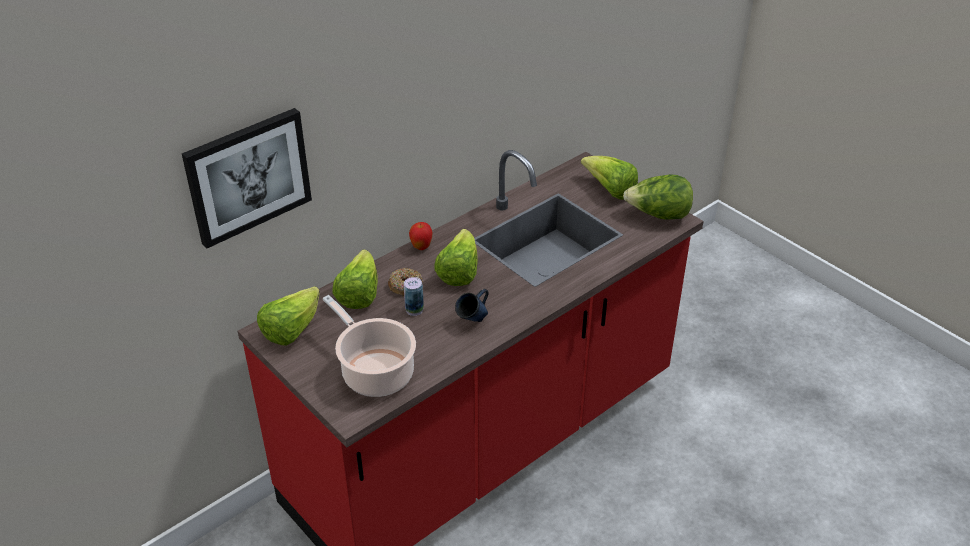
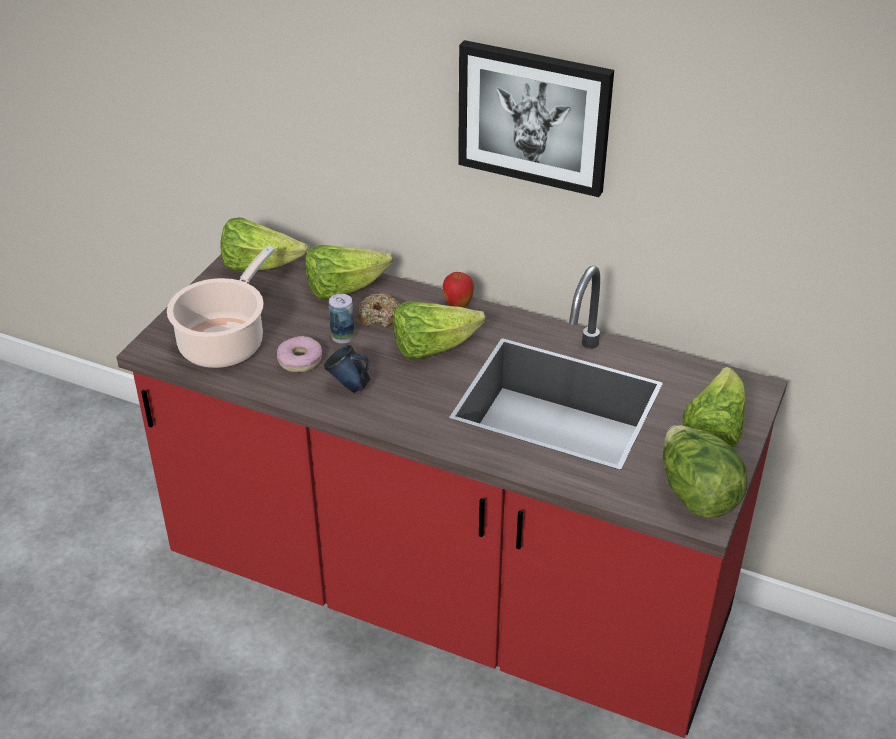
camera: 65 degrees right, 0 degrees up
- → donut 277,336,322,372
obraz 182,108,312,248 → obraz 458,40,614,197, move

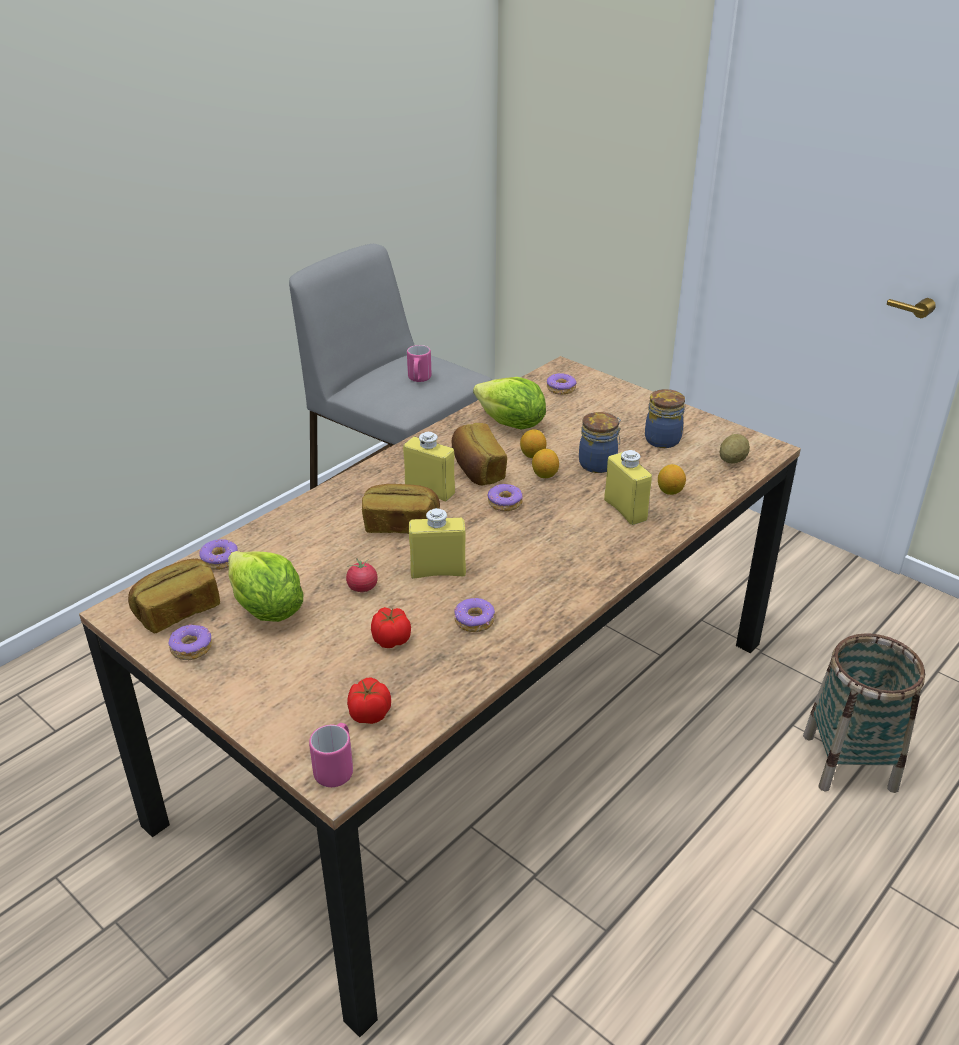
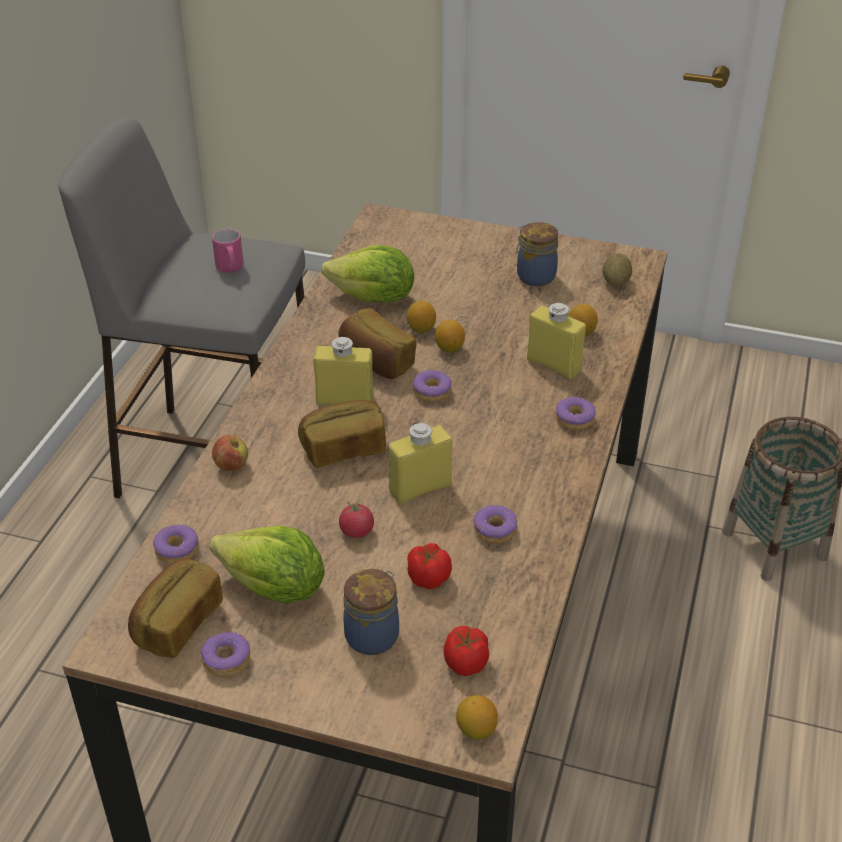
camera: 25 degrees left, 5 degrees up
- → jabłko 212,435,248,471
słoik 579,412,621,473 → słoik 343,569,399,655, move
kubek (różowy) 309,723,353,787 → cytryna 456,695,498,740
donut 547,373,577,395 → donut 556,397,596,430, move

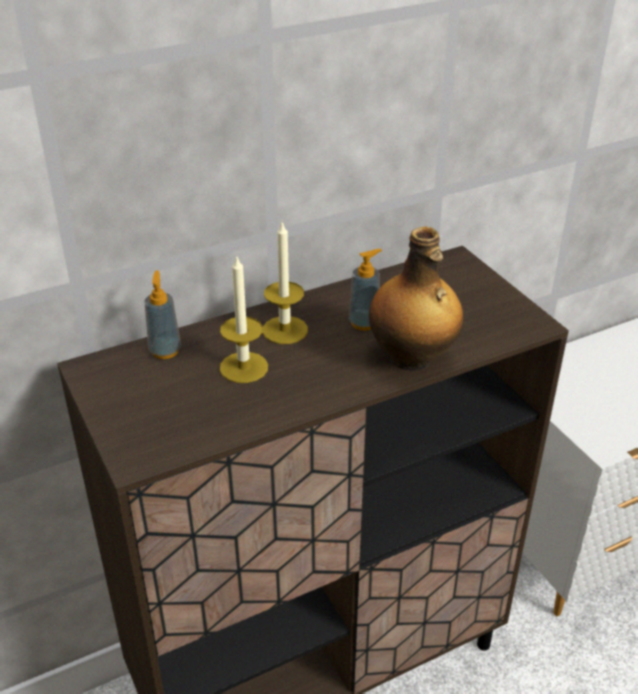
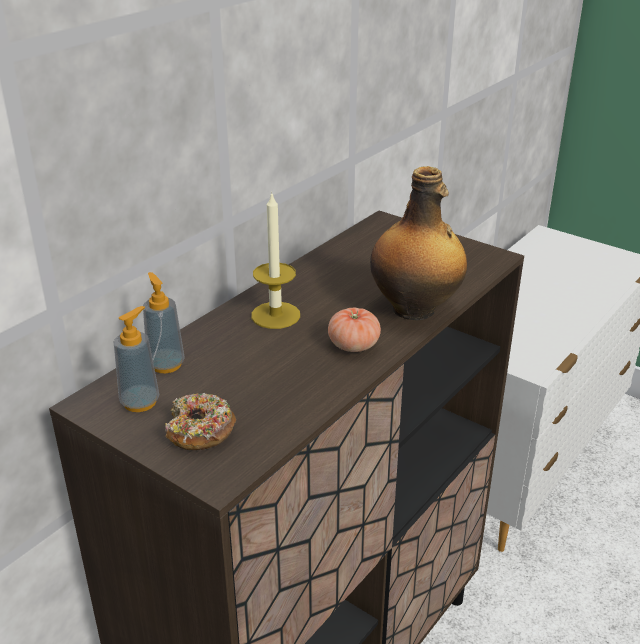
camera: 25 degrees left, 5 degrees down
dozownik mydła 349,249,382,331 → dozownik mydła 114,306,159,412, move
- → donut 165,393,236,450
- → pomidor 328,308,381,352
świeca 220,257,268,383 → -

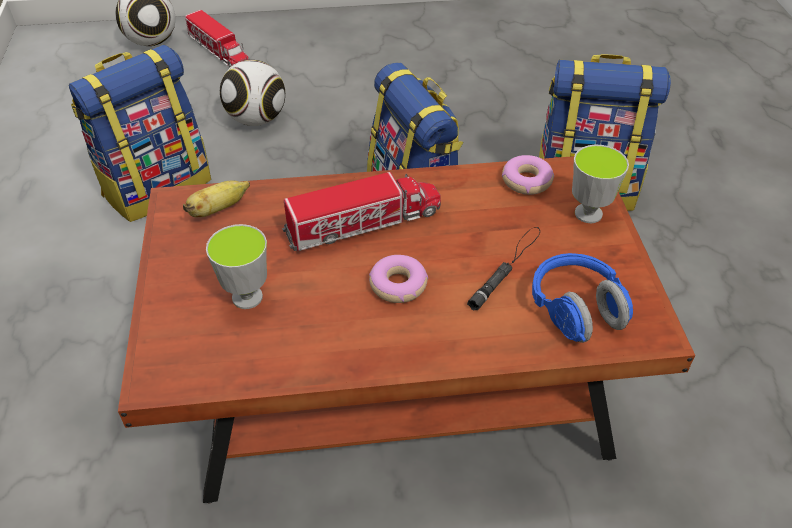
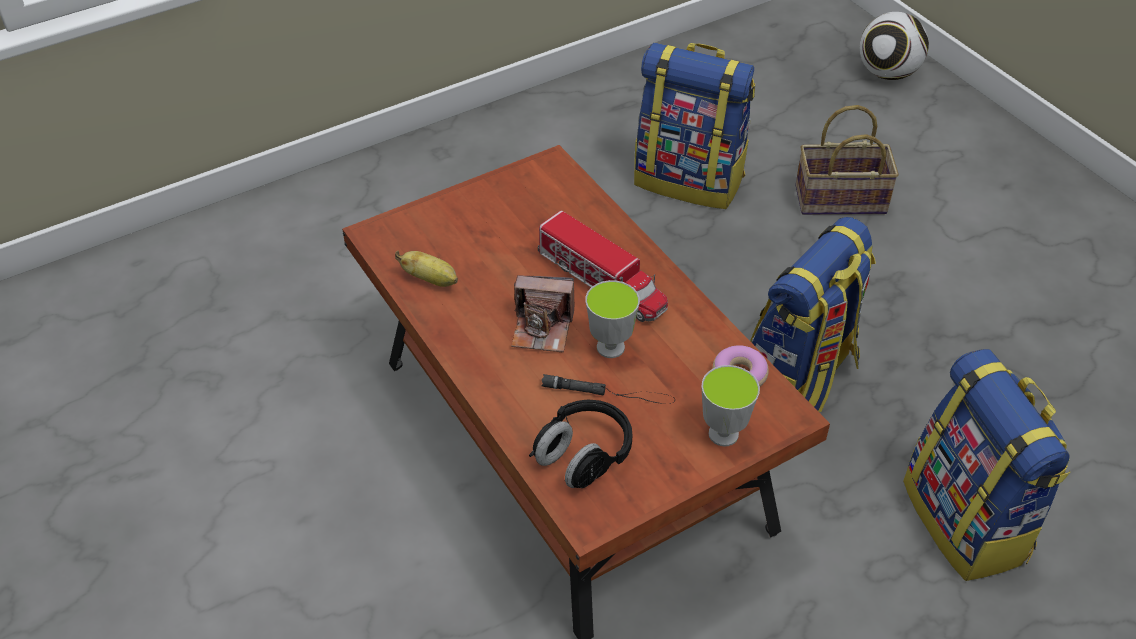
camera: 65 degrees right, 0 degrees up
banan 183,180,250,217 → banan 395,251,458,287, move
donut 369,255,428,303 → aparat fotograficzny 511,275,575,352
słuchawki (niebieski) 532,253,633,343 → słuchawki (czarny) 529,399,632,488
filiżanka 206,224,267,309 → filiżanka 585,280,640,358, move
piłka futbolowa 220,60,285,126 → koszyk 795,105,899,215
ciężarówka zabawkowa 185,10,249,67 → -

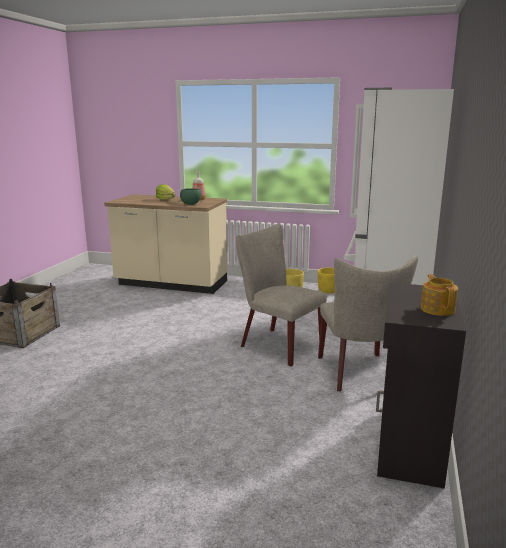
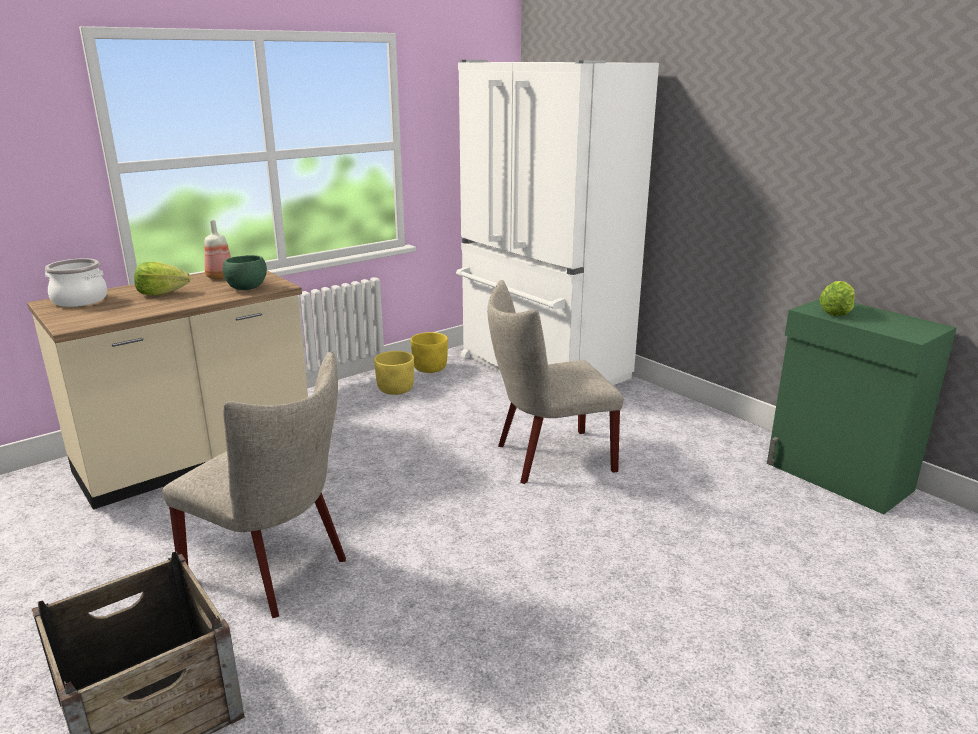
camera: 55 degrees left, 5 degrees up
- → garnek 45,258,107,307
krzesło (beżowy) 318,255,418,392 → krzesło (beżowy) 162,352,346,618, move
szafka (czarny) 376,282,466,489 → szafka (zielony) 767,299,957,515
- → sałata 819,281,855,316
imbryk 420,274,458,316 → -

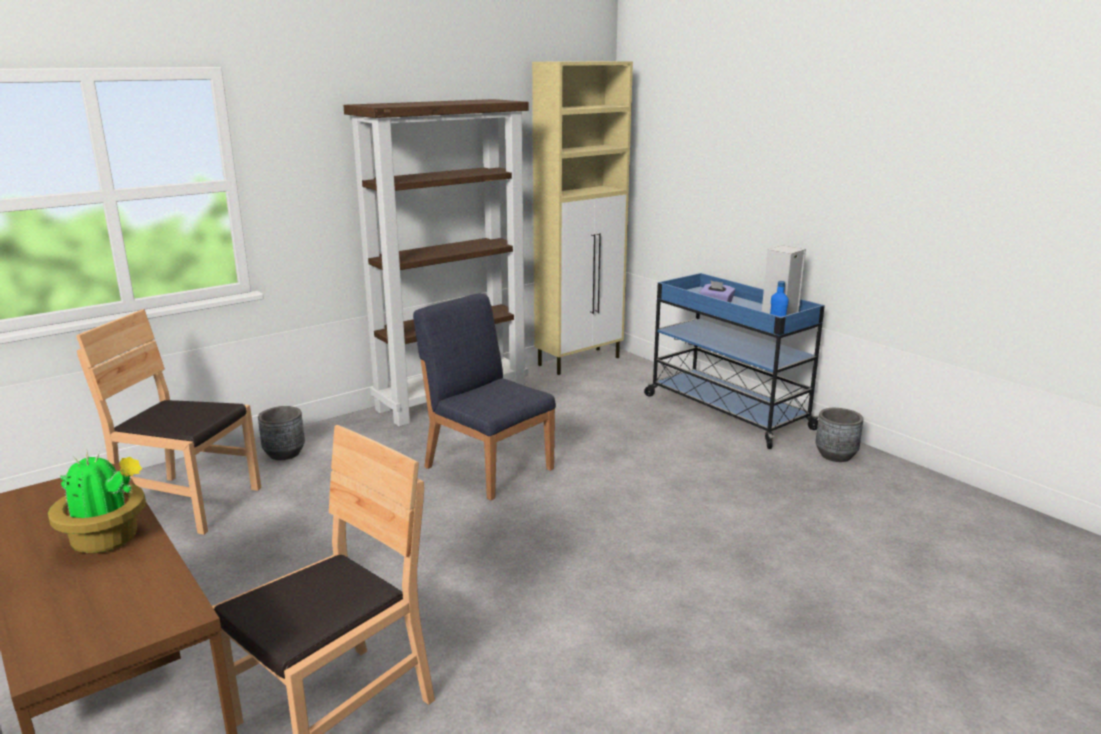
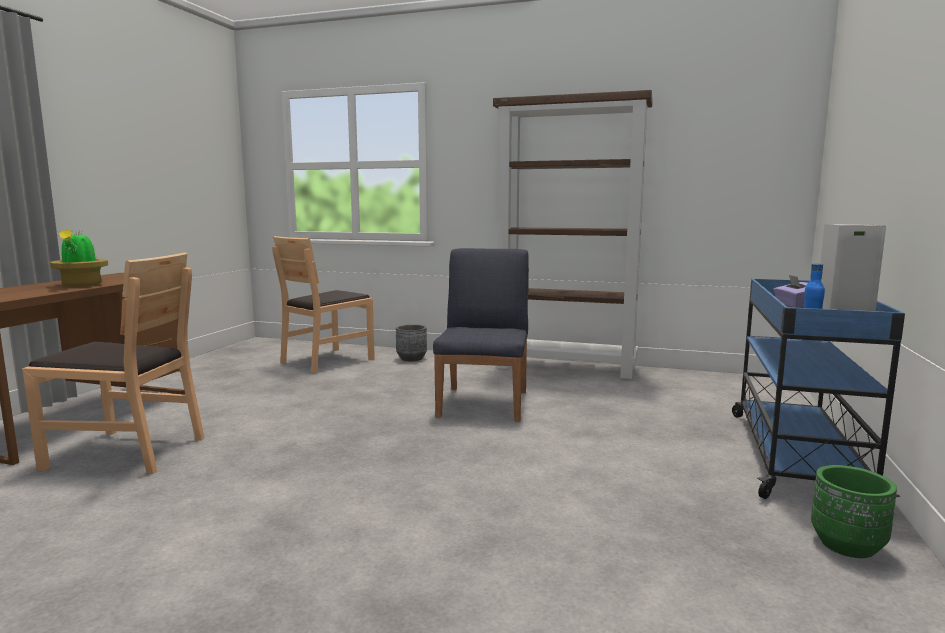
camera: 55 degrees right, 10 degrees down
krzesło (brązowy) 76,309,261,535 → krzesło (brązowy) 272,236,375,373, 120 degrees counterclockwise
donica (szary) 816,408,863,462 → donica (zielony) 811,465,897,558
szafka (beżowy) 532,61,633,375 → -

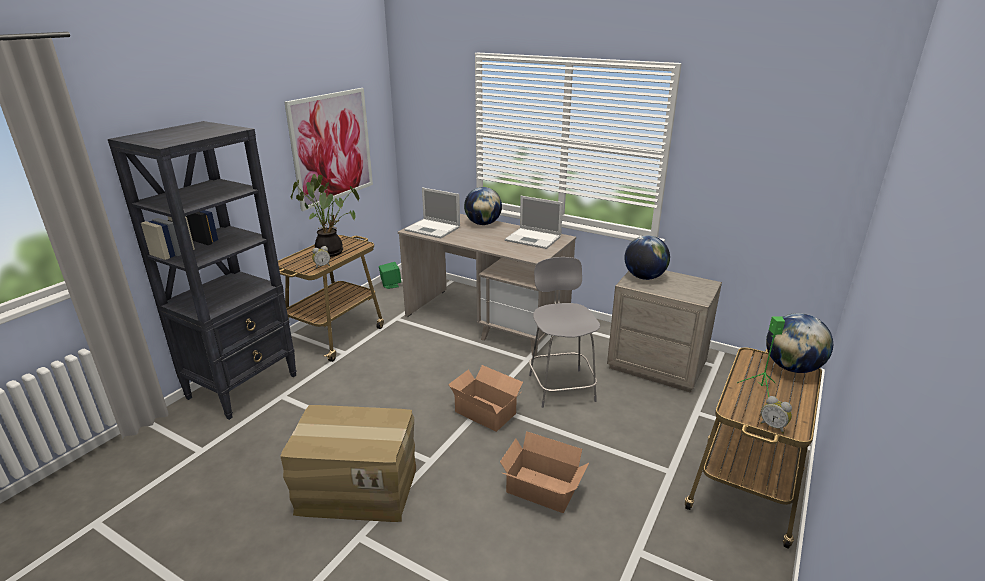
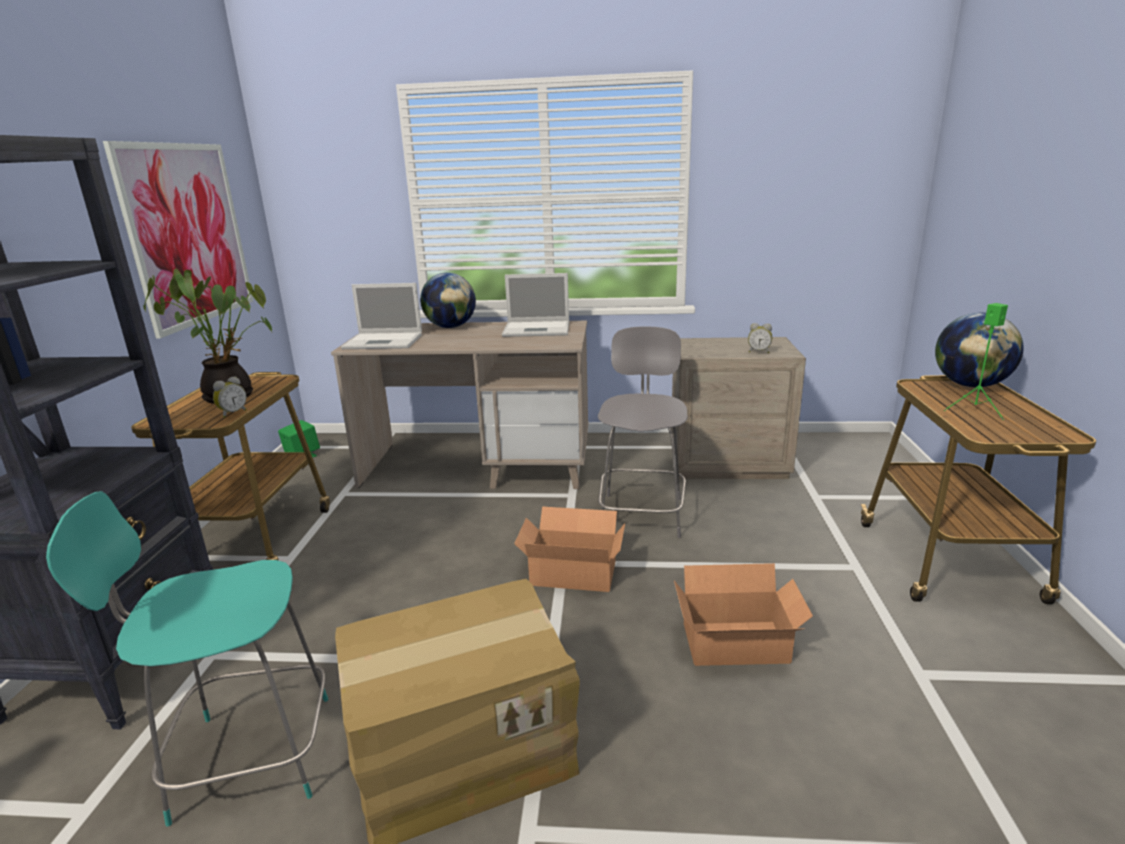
camera: 25 degrees left, 5 degrees down
- → krzesło (turkusowy) 46,491,328,826
krzesło (szary) 529,257,600,408 → krzesło (szary) 598,327,688,538, 45 degrees clockwise
budzik 760,396,792,433 → budzik 748,323,772,353, move
globus 624,235,670,280 → -

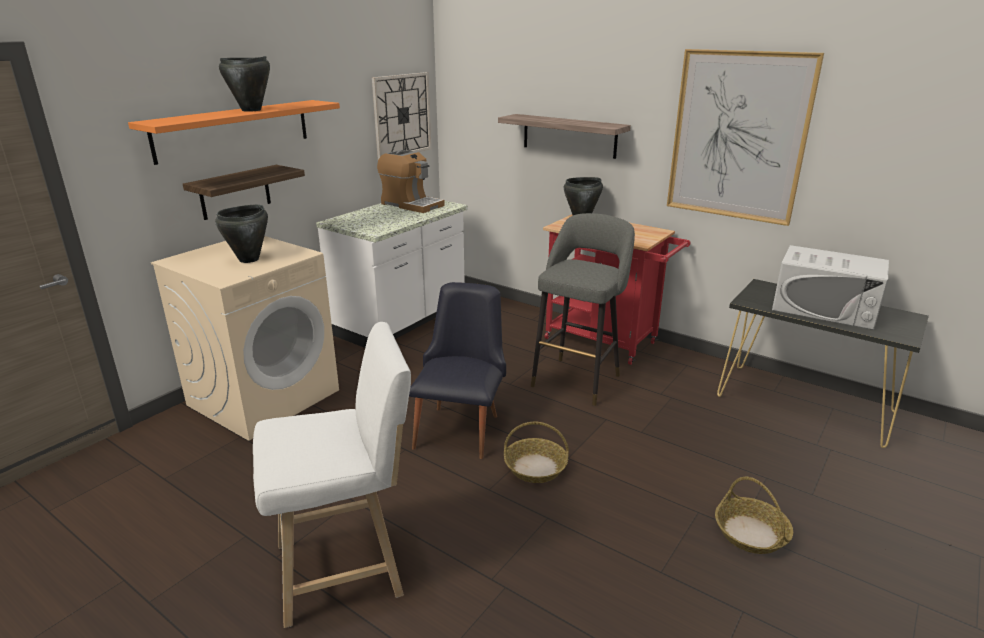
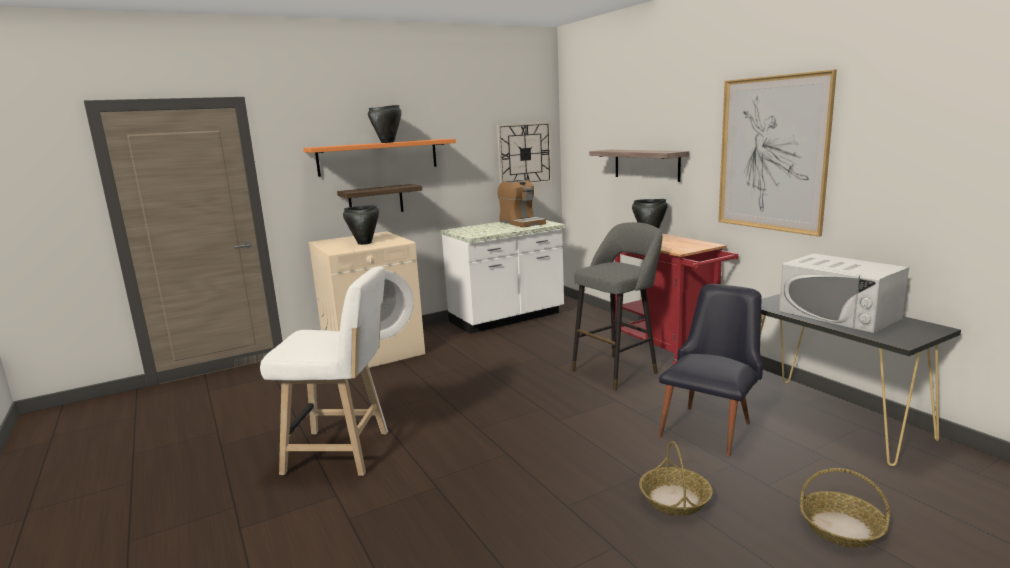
camera: 25 degrees right, 10 degrees down
krzesło (czarny) 409,282,506,459 → krzesło (czarny) 659,284,763,457, move
koszyk 504,422,569,483 → koszyk 800,468,890,547, move

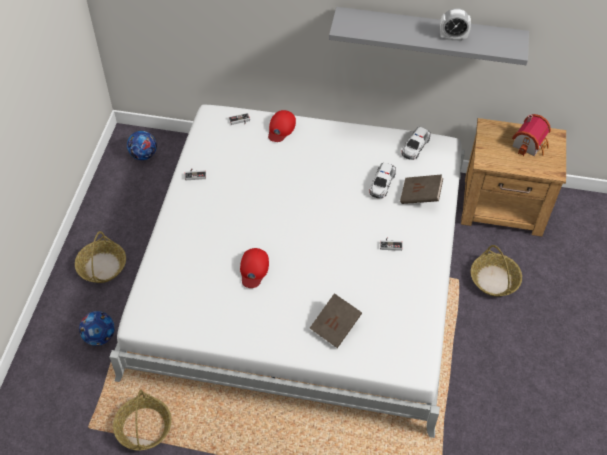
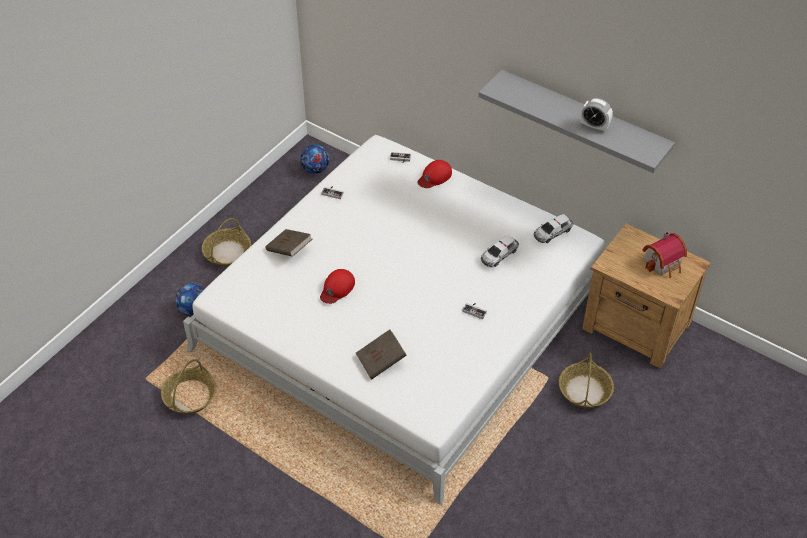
camera: 25 degrees right, 5 degrees down
książka (brązowy) 400,174,443,204 → książka (brązowy) 265,229,312,257, move

